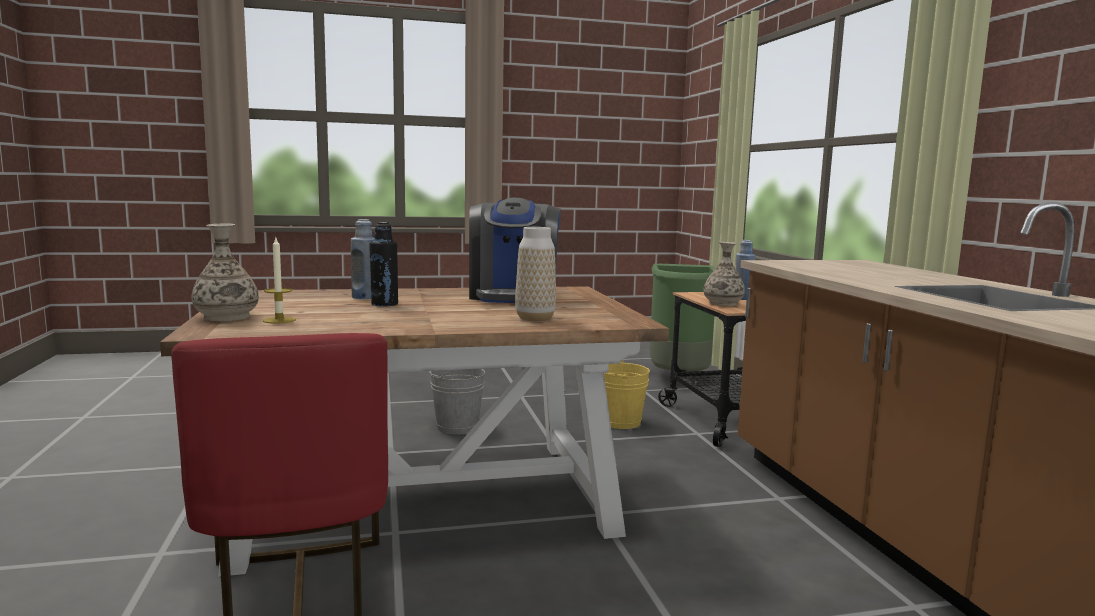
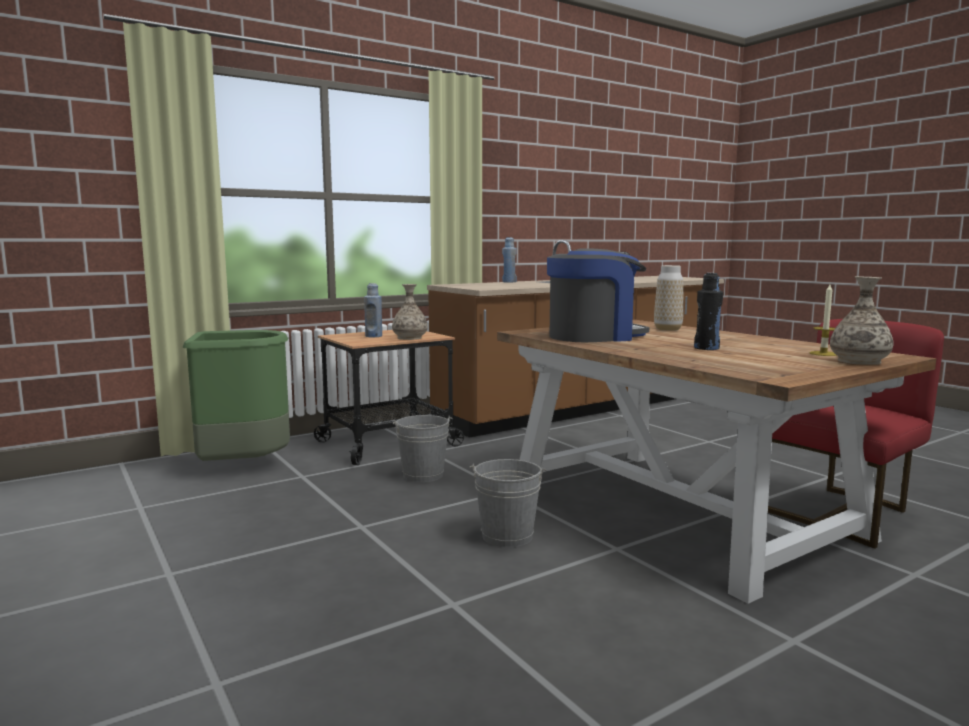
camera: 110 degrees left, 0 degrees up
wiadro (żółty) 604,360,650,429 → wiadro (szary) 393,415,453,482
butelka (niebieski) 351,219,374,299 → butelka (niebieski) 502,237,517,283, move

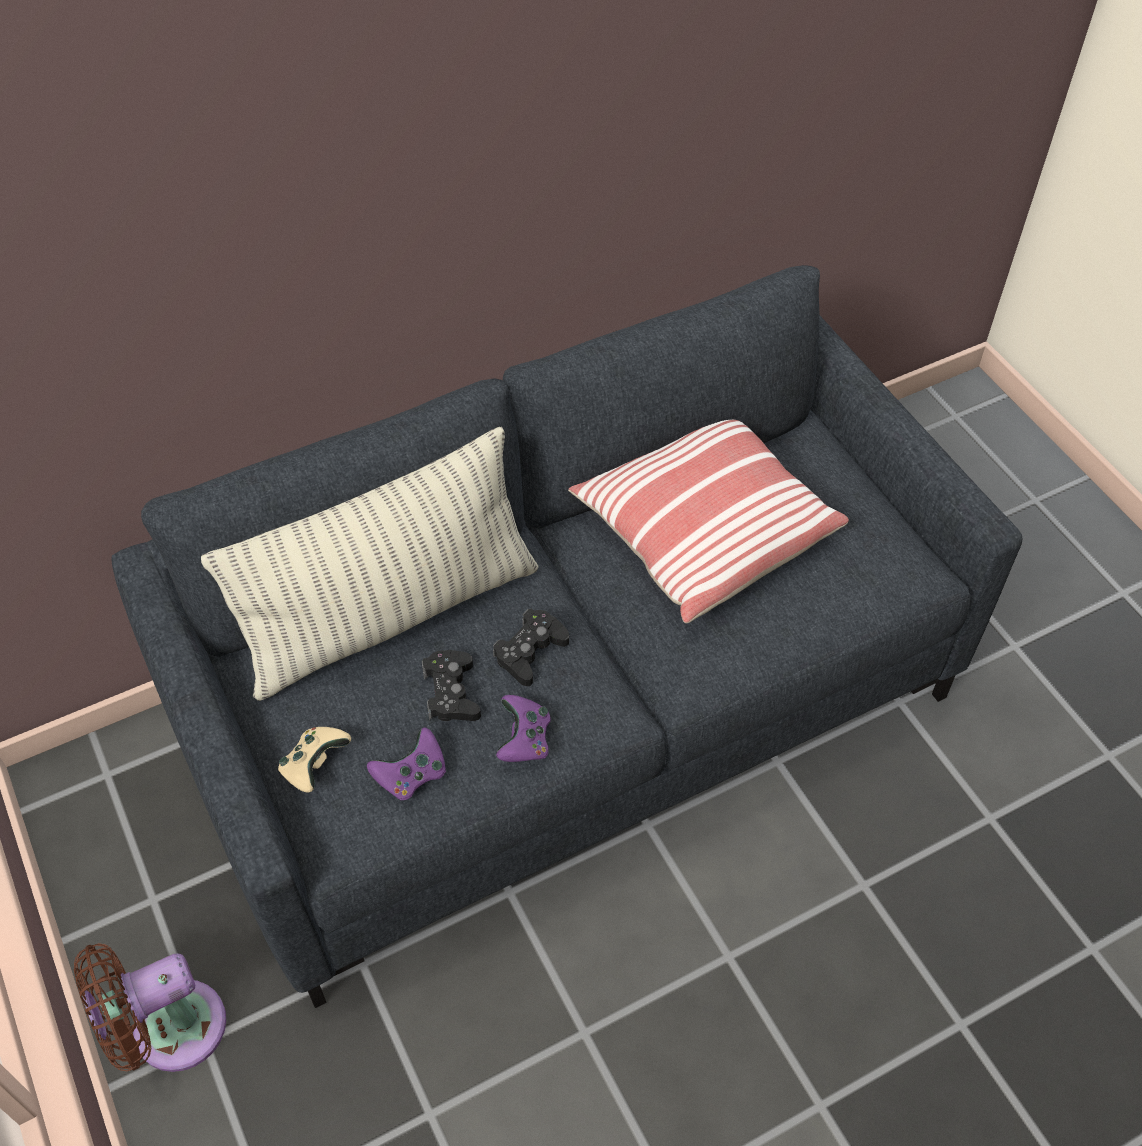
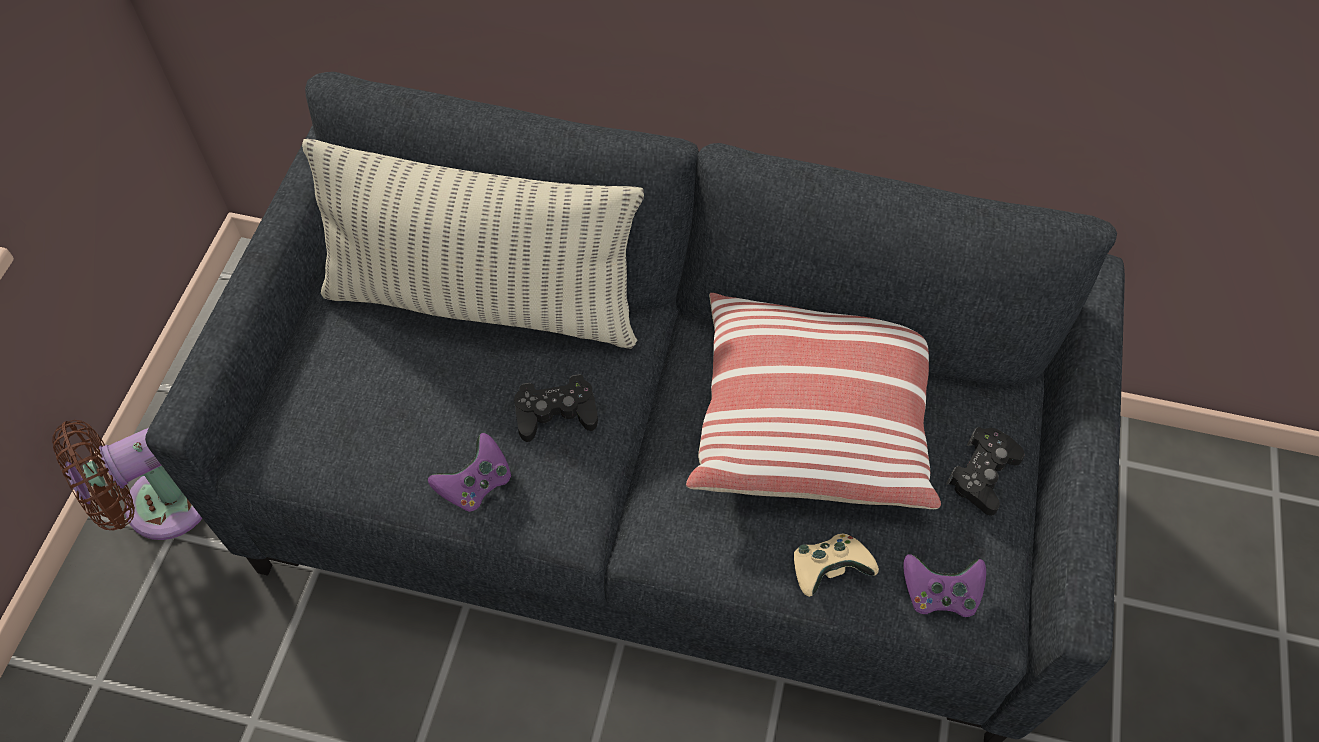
camera: 40 degrees right, 5 degrees up
wentylator (brązowy) 74,943,226,1072 → wentylator (brązowy) 52,420,202,540, 45 degrees counterclockwise
pad do gier (beżowy) 278,727,351,792 → pad do gier (beżowy) 794,534,879,597, move
pad do gier (fioletowy) 367,727,446,800 → pad do gier (fioletowy) 903,554,986,617, move
pad do gier (czarny) 422,650,481,721 → pad do gier (czarny) 946,427,1025,516, move

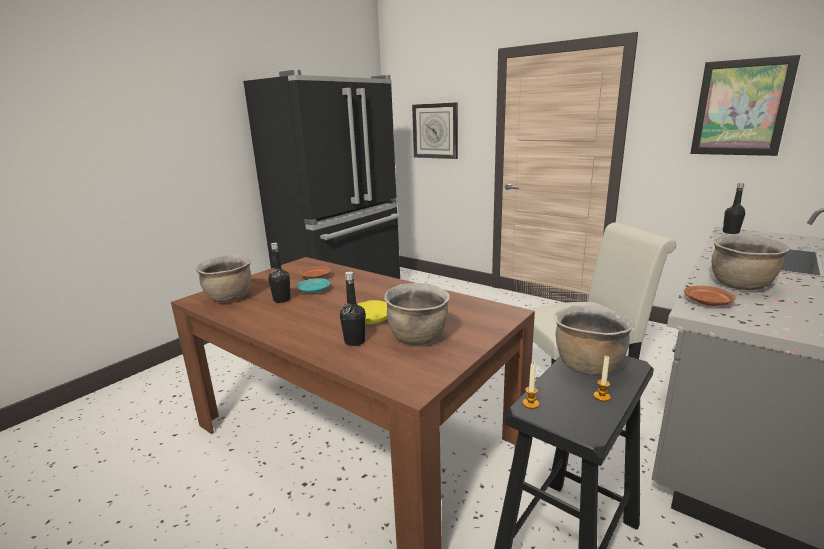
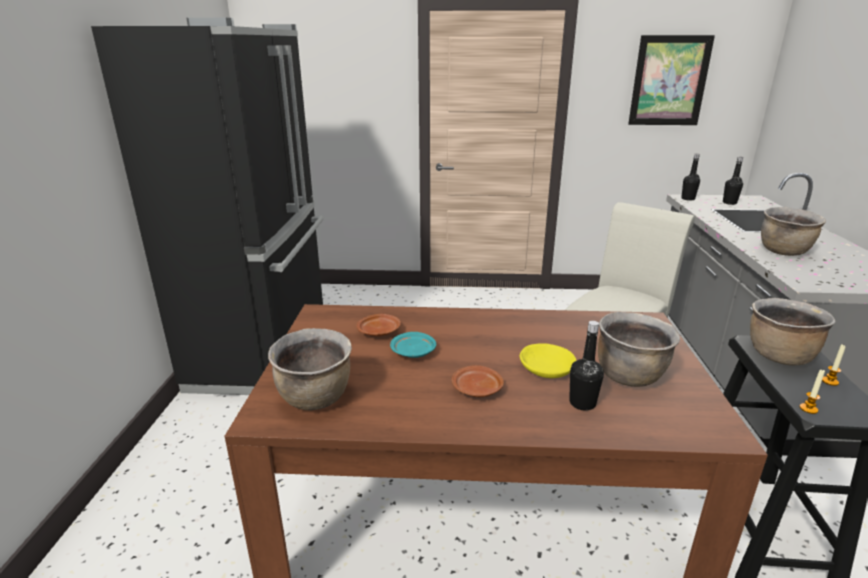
camera: 35 degrees left, 5 degrees up
talerz (brązowy) 684,286,736,306 → talerz (brązowy) 452,365,504,397, move
butelka (czarny) 268,243,291,303 → butelka (czarny) 723,157,743,205, move
zegar ścienny 412,102,458,159 → -

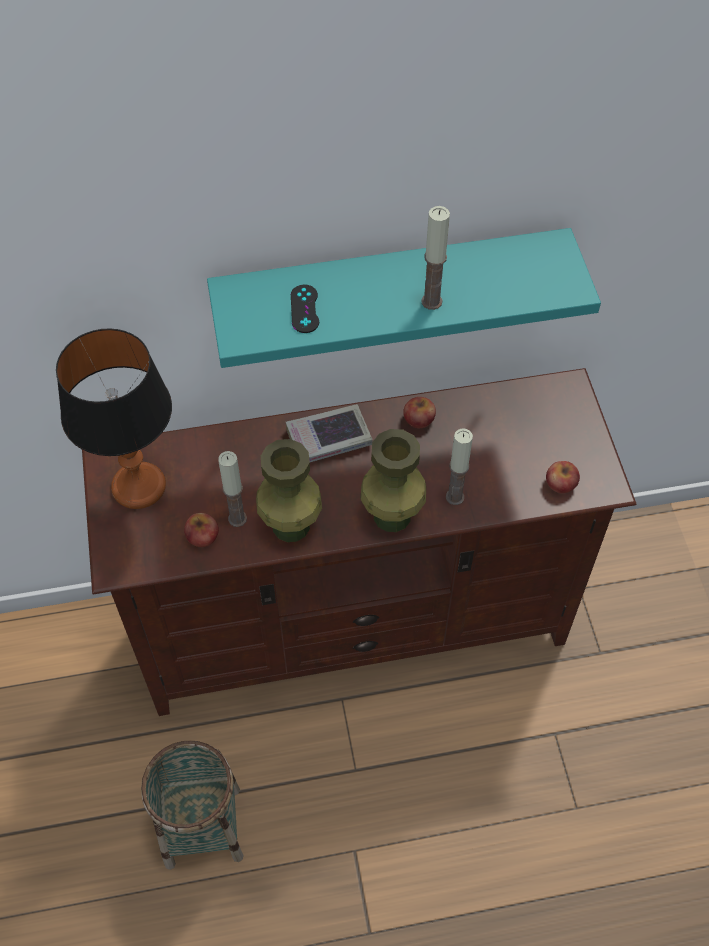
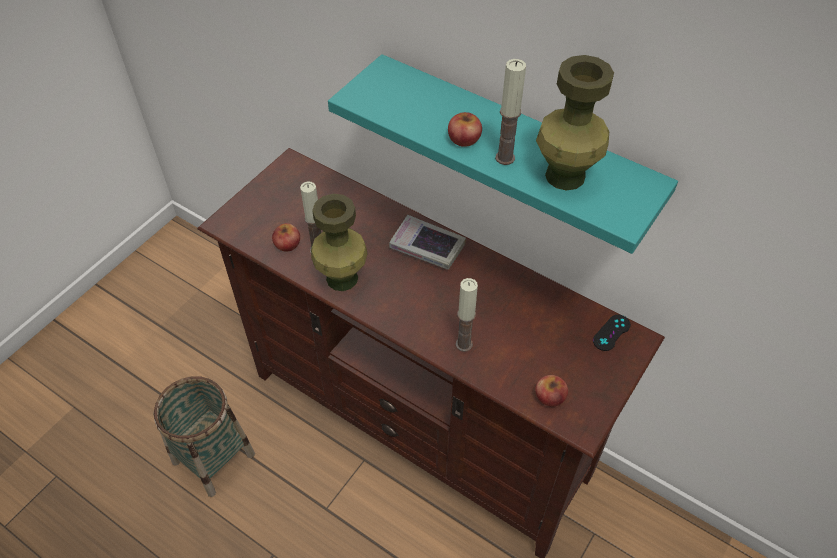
camera: 45 degrees right, 5 degrees down
jabłko 403,397,436,428 → jabłko 448,112,482,147, move
wazon (zielony) 360,429,426,532 → wazon (zielony) 536,55,614,191, move
pad do gier (czarny) 291,285,319,333 → pad do gier (czarny) 593,315,631,351, move
lampa stołowa 56,328,172,509 → -

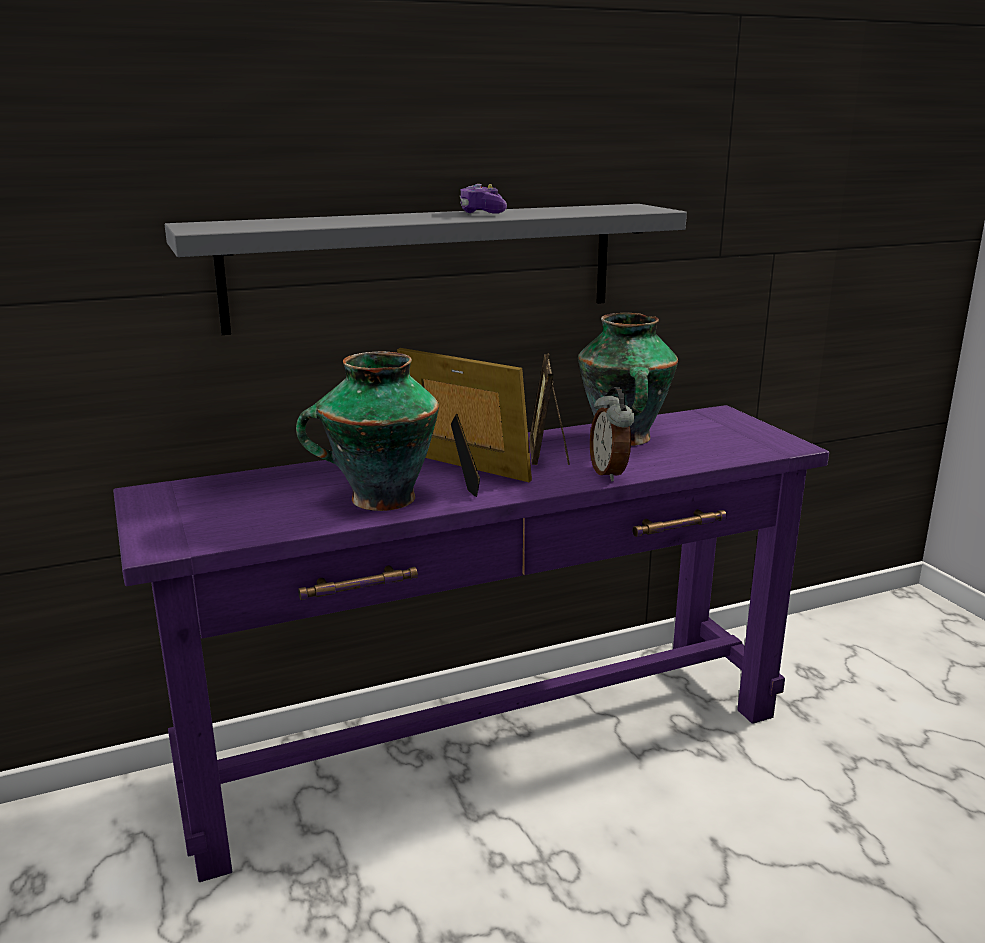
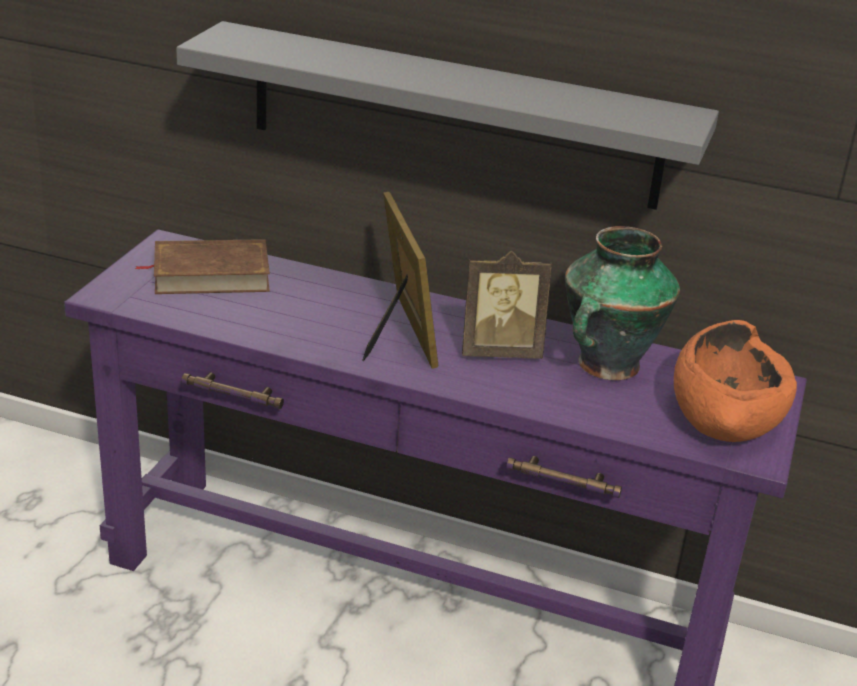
camera: 40 degrees right, 10 degrees up
- → książka (brązowy) 134,239,270,294
ramka na zdjęcie 529,353,570,465 → ramka na zdjęcie 462,251,552,359, 135 degrees counterclockwise
- → miska (pomarańczowy) 674,320,797,442
wazon 296,352,439,511 → -
pad do gier 460,184,507,214 → -
budzik 590,387,635,481 → -

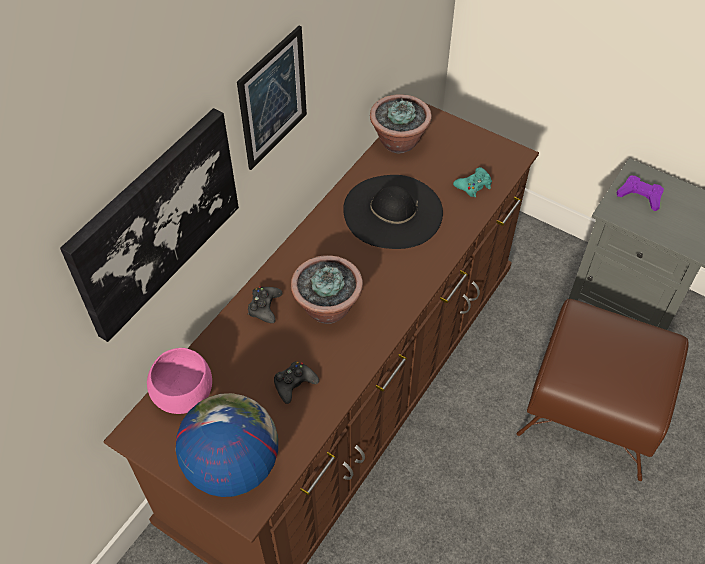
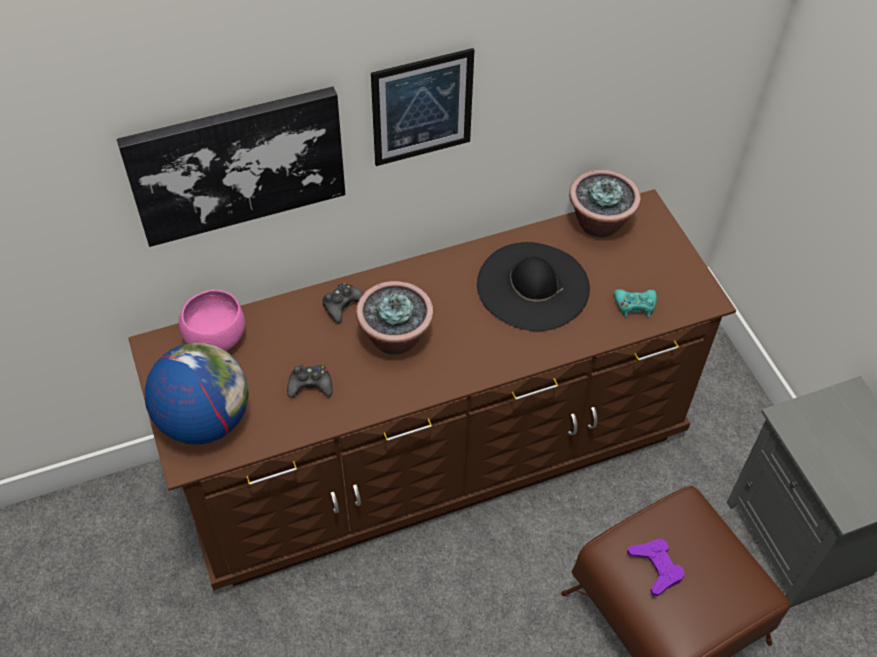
camera: 35 degrees right, 0 degrees up
pad do gier (fioletowy) 617,176,664,211 → pad do gier (fioletowy) 627,538,684,596, move

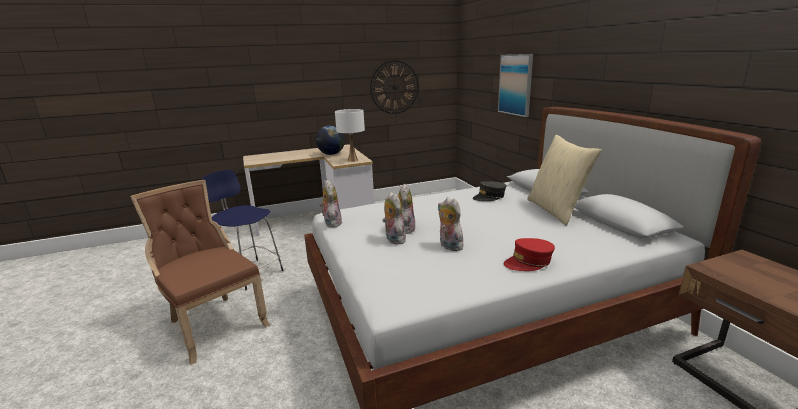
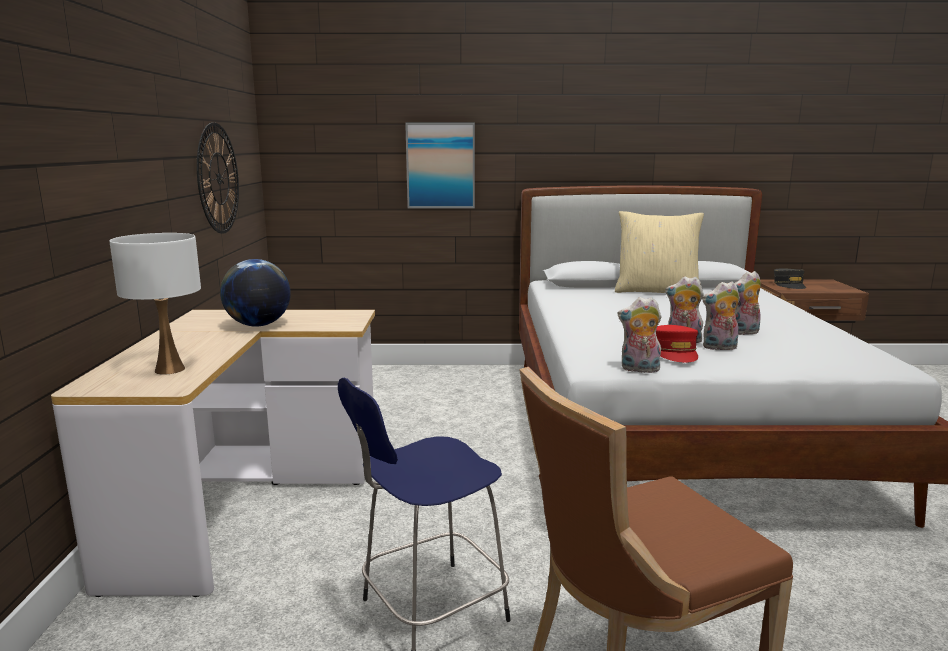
camera: 70 degrees left, 5 degrees down
lampa stołowa (biały) 335,109,365,162 → lampa stołowa (biały) 109,233,201,375, move
czapka z daszkiem (czerwony) 504,238,555,271 → czapka z daszkiem (czerwony) 656,325,698,362, move
czapka z daszkiem (szary) 473,182,507,201 → czapka z daszkiem (szary) 774,268,806,289, move

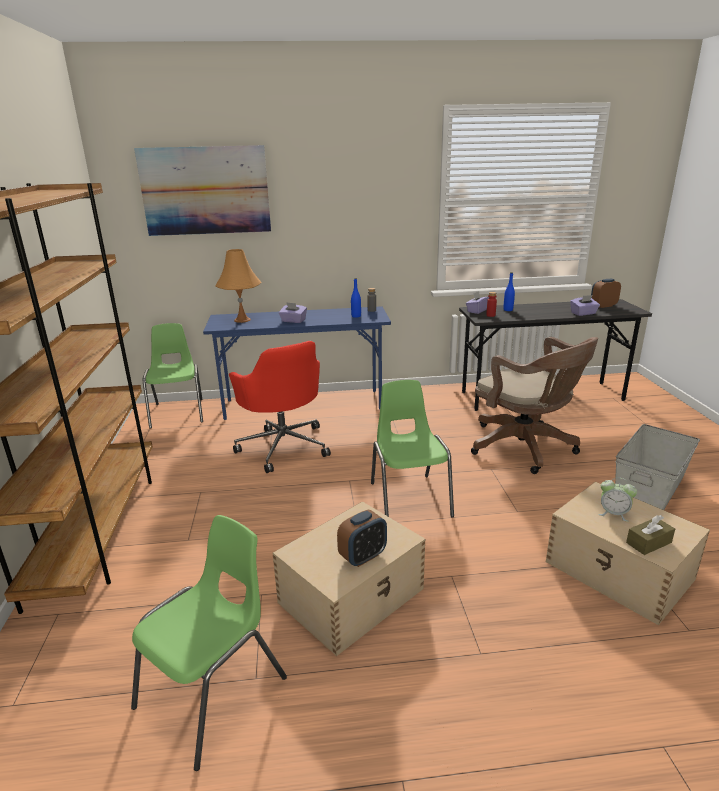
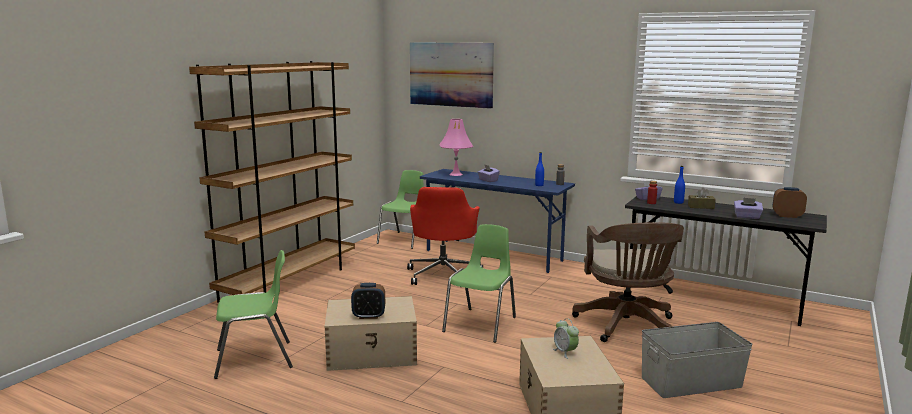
camera: 35 degrees right, 10 degrees down
lampa stołowa (pomarańczowy) 215,249,261,323 → lampa stołowa (różowy) 439,119,474,176
pudełko chusteczek (brązowy) 626,515,675,555 → pudełko chusteczek (brązowy) 688,188,716,209, move

